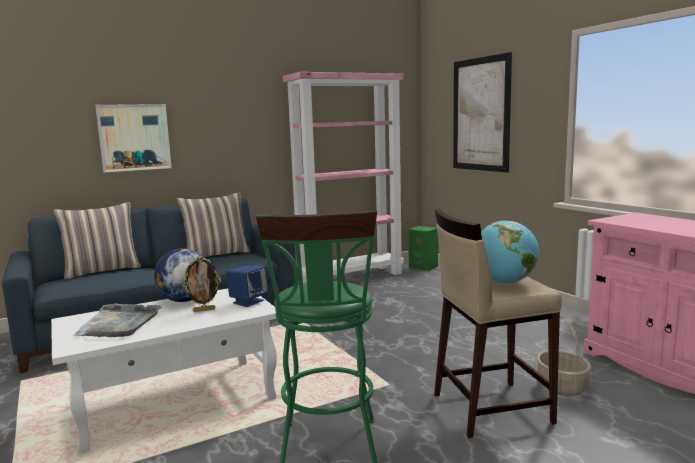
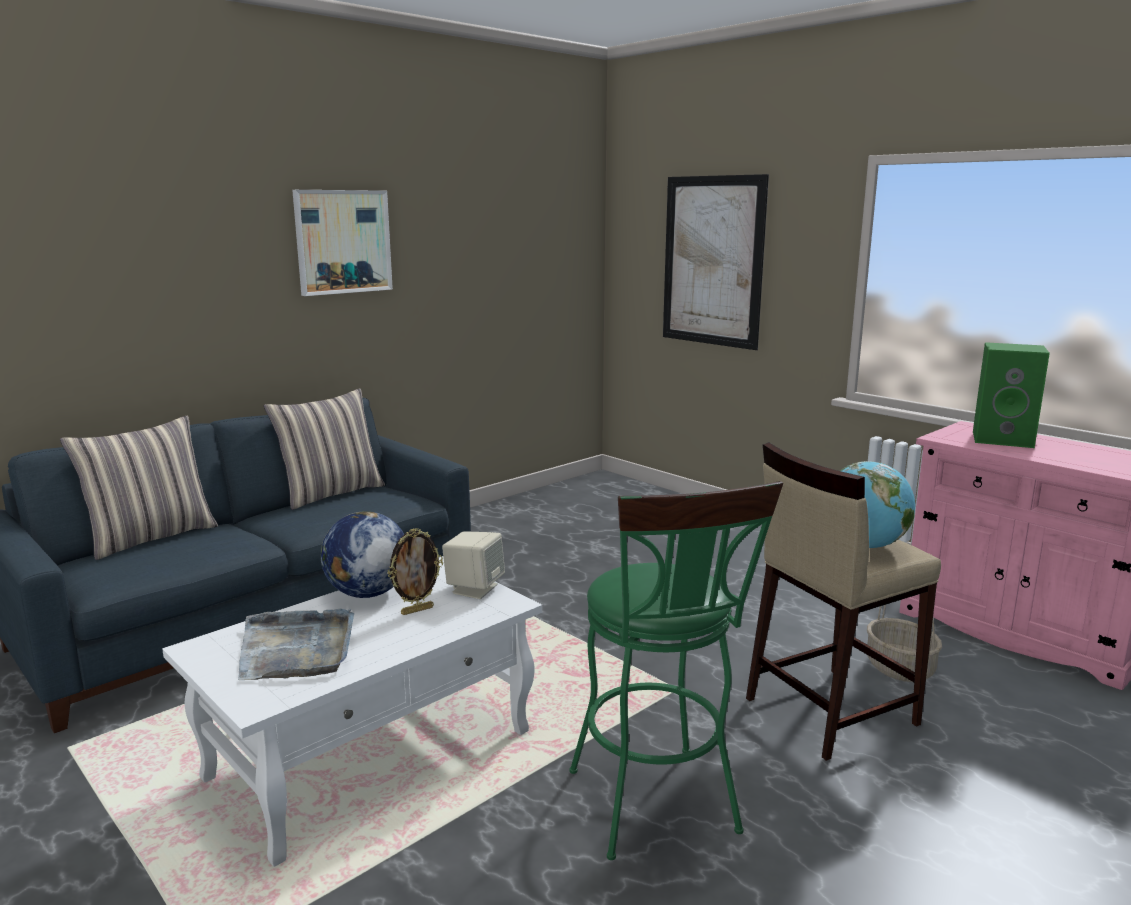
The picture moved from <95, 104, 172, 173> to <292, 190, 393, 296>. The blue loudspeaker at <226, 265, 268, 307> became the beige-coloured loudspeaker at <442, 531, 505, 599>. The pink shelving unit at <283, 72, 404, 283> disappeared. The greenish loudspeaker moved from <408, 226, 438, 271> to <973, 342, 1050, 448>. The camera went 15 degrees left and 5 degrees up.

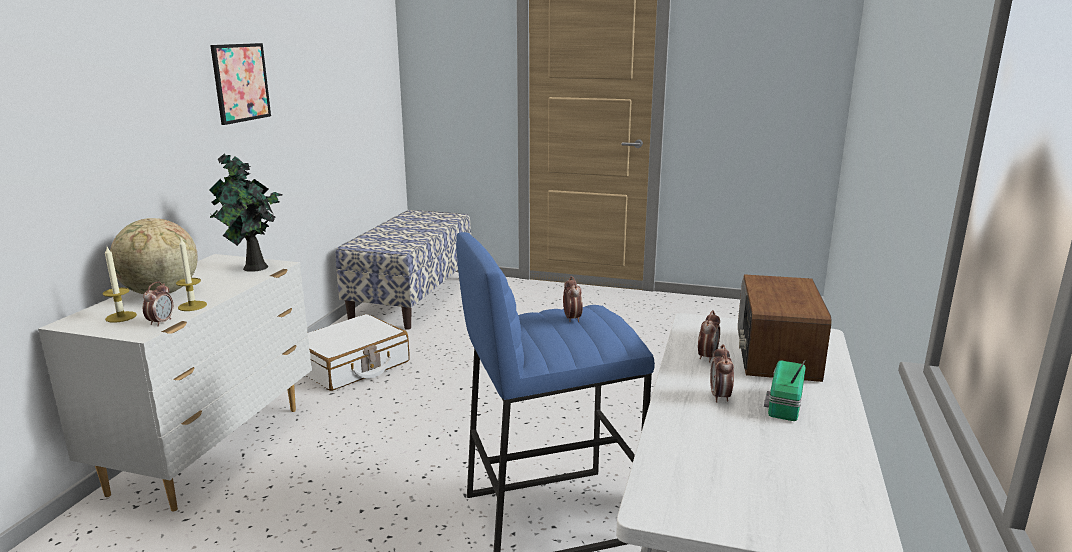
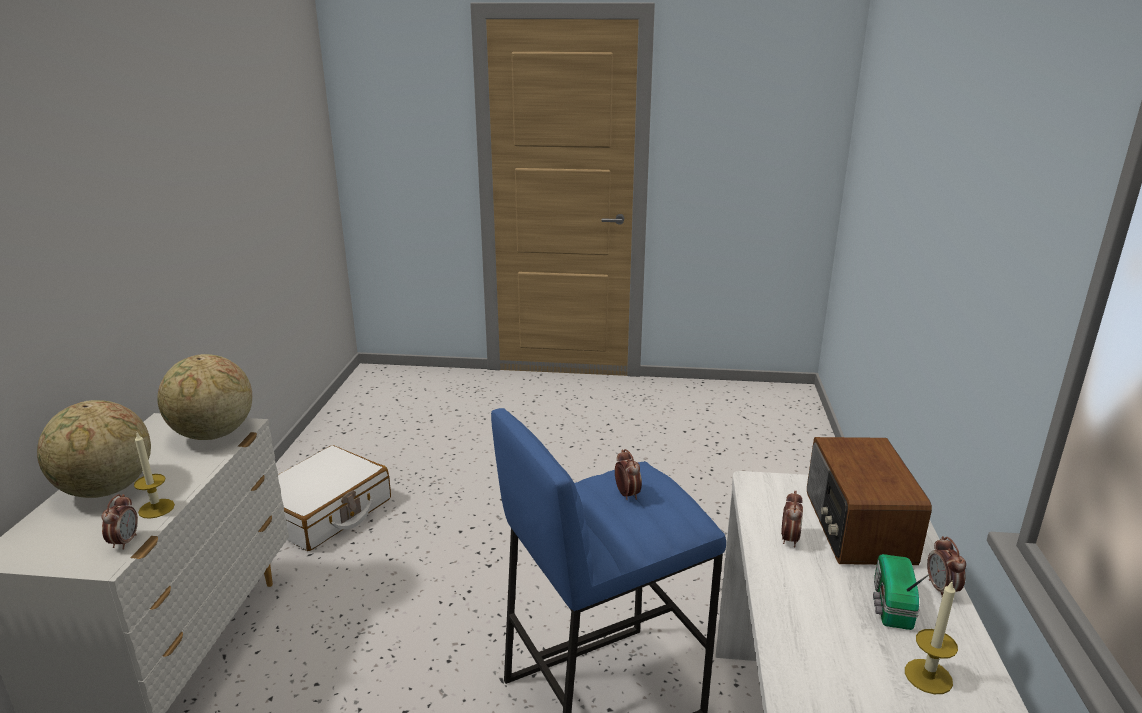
The wax light moved from <102, 247, 137, 323> to <905, 582, 958, 694>. The picture at <210, 43, 271, 125> disappeared. The plant in a pot at <210, 153, 283, 272> was replaced by the desk globe at <157, 354, 252, 440>. The bench at <335, 210, 471, 330> disappeared. The bedside clock moved from <710, 344, 734, 403> to <927, 536, 966, 596>. The camera went 10 degrees left and 5 degrees up.

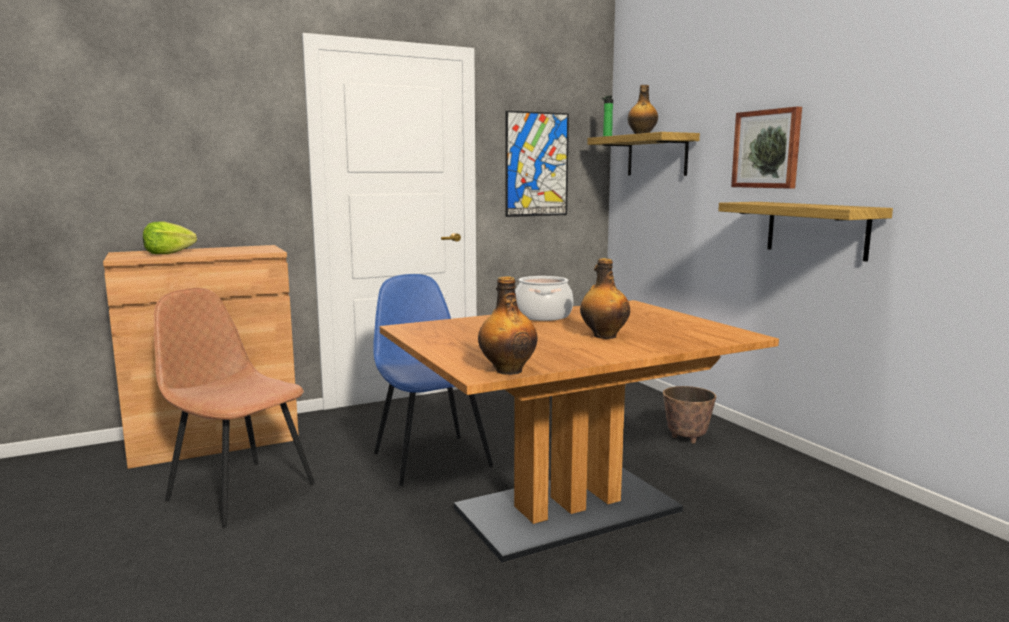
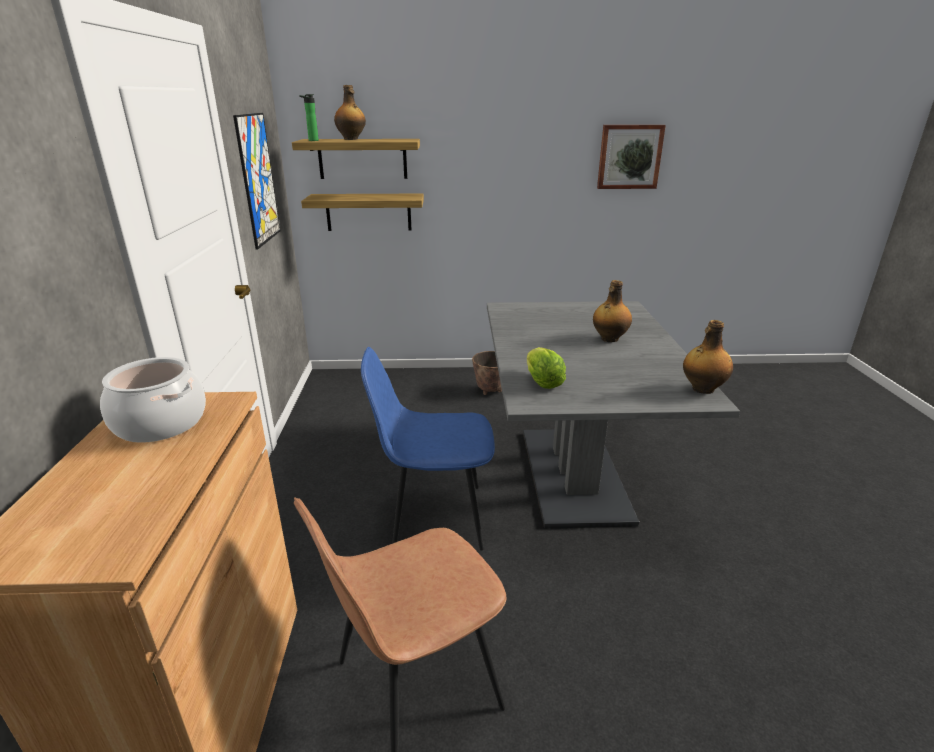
The lettuce moved from <143, 221, 197, 254> to <527, 347, 566, 389>. The brownish dining table at <380, 300, 779, 563> became the greyish dining table at <487, 301, 740, 528>. The stockpot moved from <515, 276, 573, 321> to <100, 357, 206, 443>. The wall shelf moved from <718, 202, 893, 262> to <301, 194, 424, 231>. The picture moved from <731, 107, 802, 188> to <597, 125, 666, 189>. The camera went 65 degrees left and 15 degrees up.

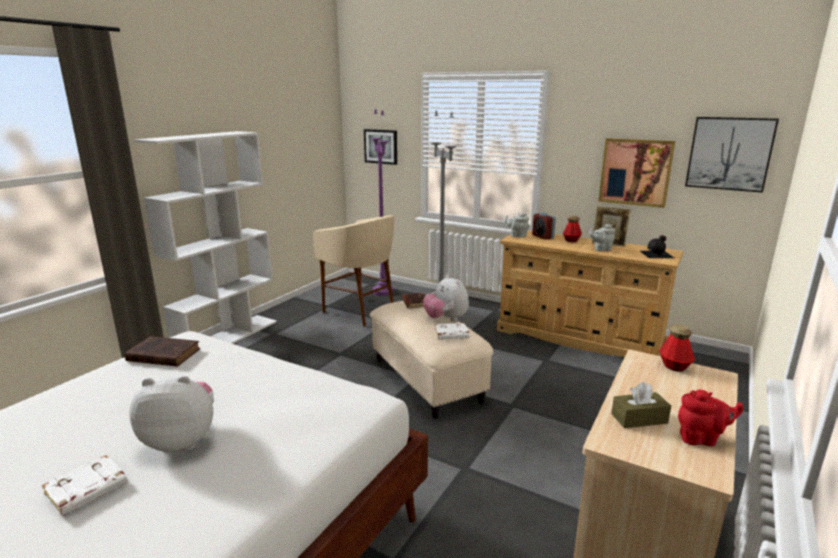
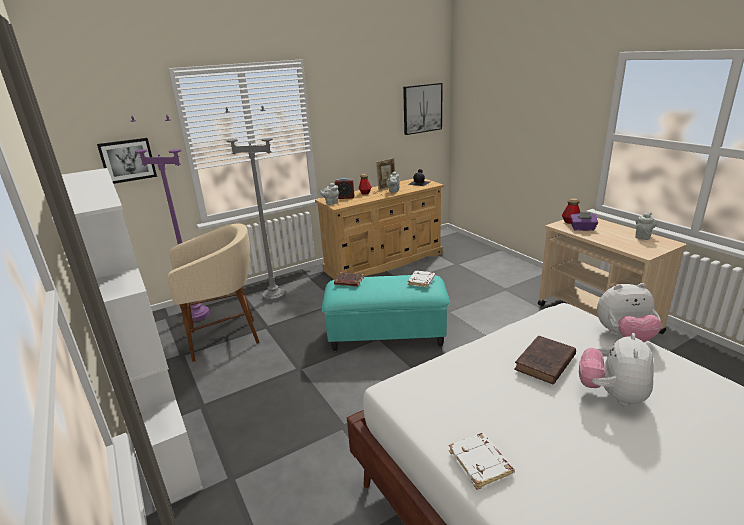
The whitish volume moved from <42, 455, 128, 516> to <449, 433, 515, 490>. The brownish volume moved from <125, 336, 200, 367> to <514, 336, 576, 384>. The beige-coloured ottoman at <370, 301, 493, 419> became the blue-green ottoman at <322, 275, 450, 351>. The plush toy moved from <423, 275, 469, 321> to <597, 283, 662, 342>. The picture at <598, 138, 675, 208> disappeared. The brownish tissue box at <611, 382, 671, 428> disappeared. The red-coloured pot for tea at <678, 390, 743, 446> became the greyish pot for tea at <635, 212, 657, 240>. The purple tissue box at <570, 212, 598, 231> appeared. The camera went 60 degrees left and 5 degrees up.

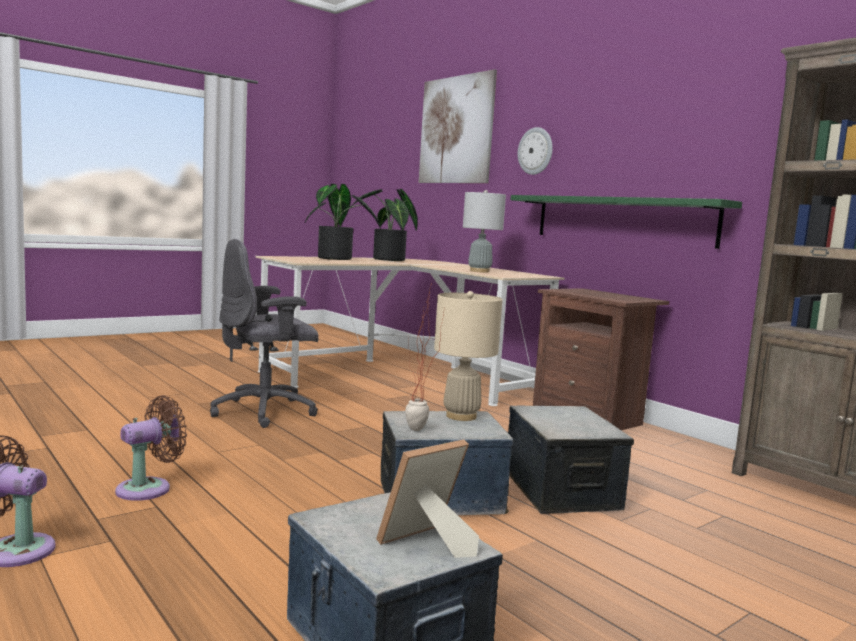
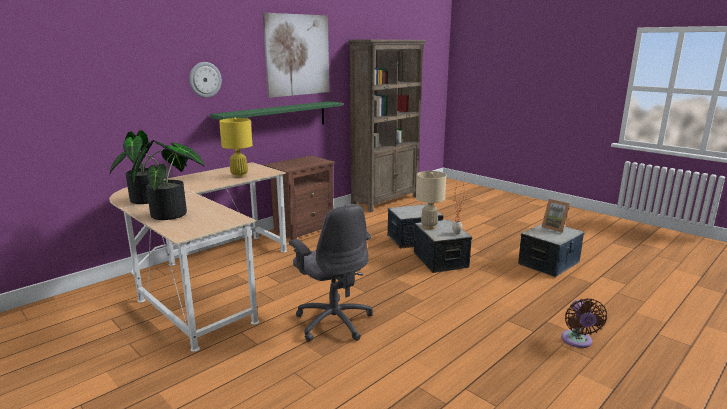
The brownish electric fan at <115, 395, 187, 501> disappeared. The picture moved from <419, 69, 497, 183> to <263, 13, 329, 98>. The greyish table lamp at <463, 190, 506, 272> became the yellowish table lamp at <219, 118, 252, 178>. The camera went 95 degrees left and 10 degrees up.

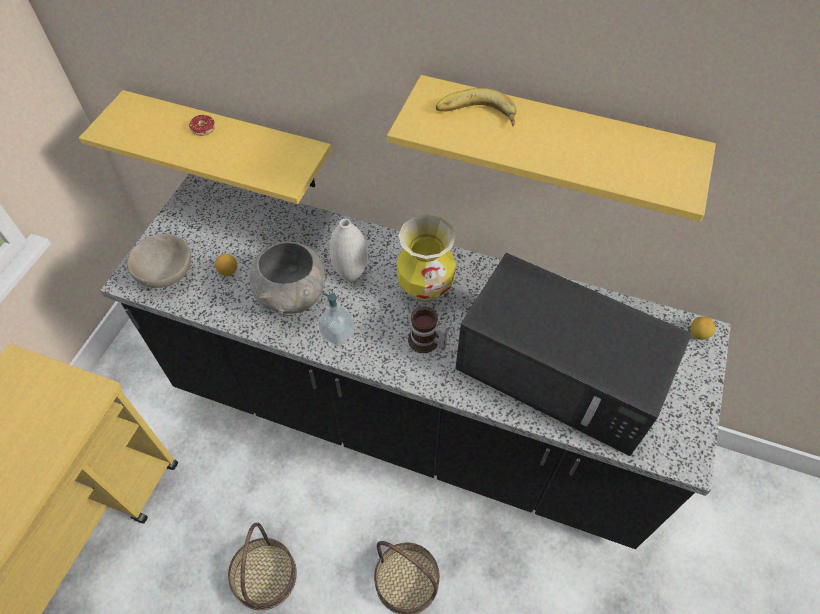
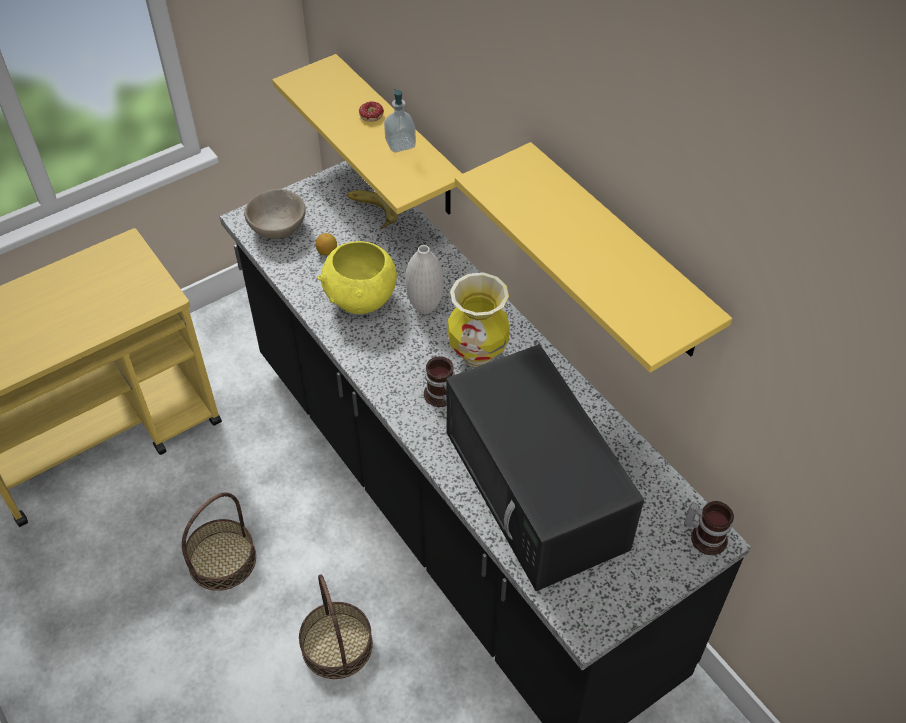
The greyish deep dish at <250, 241, 325, 314> became the yellowish deep dish at <318, 241, 397, 314>. The soap bottle moved from <318, 293, 354, 346> to <384, 89, 416, 152>. The whole banana moved from <436, 88, 517, 127> to <347, 190, 398, 229>. The whole lemon at <690, 317, 715, 340> was replaced by the mug at <684, 501, 734, 555>. The camera went 35 degrees right and 5 degrees down.

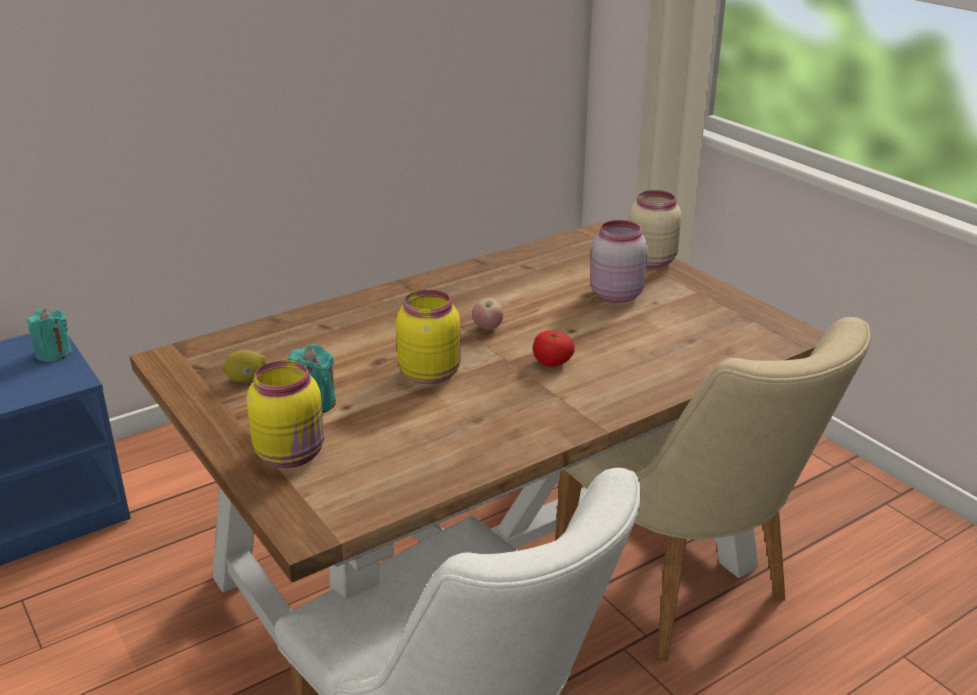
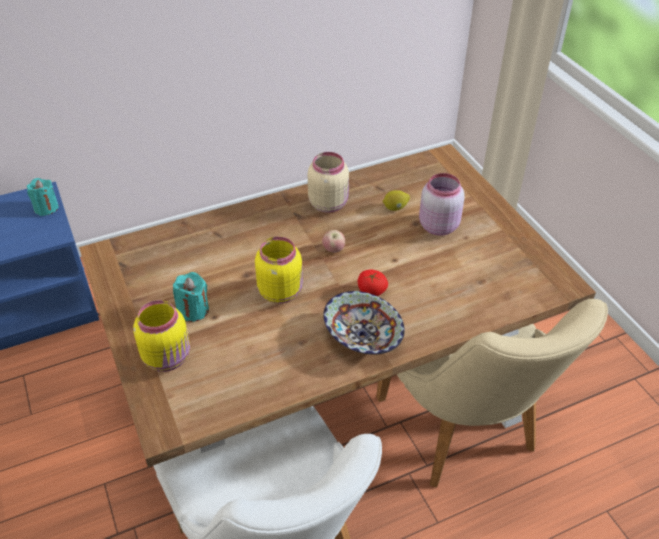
The whole lemon moved from <222, 350, 266, 382> to <383, 190, 410, 211>. The beige-coloured jar moved from <629, 190, 681, 268> to <308, 152, 349, 213>. The deep dish at <323, 291, 405, 355> appeared. The camera went 10 degrees right and 15 degrees up.

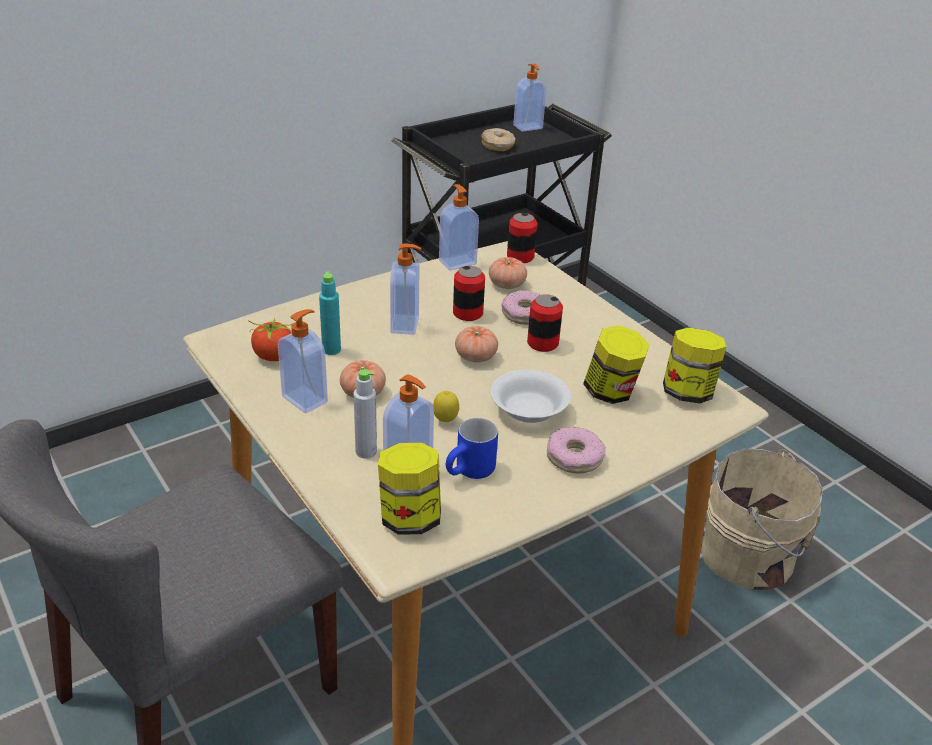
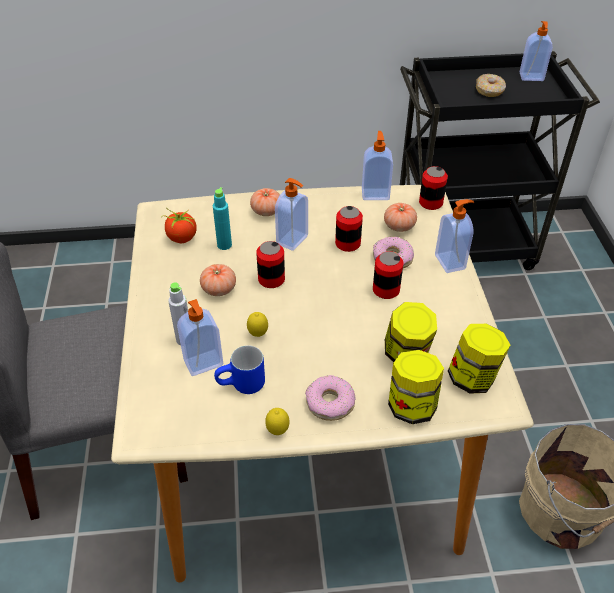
The soap bottle moved from <278, 309, 328, 413> to <435, 199, 474, 273>. The jar moved from <378, 443, 441, 534> to <388, 350, 444, 424>. The whole tomato moved from <455, 326, 498, 363> to <250, 188, 280, 216>. The whitish deep dish at <491, 370, 571, 423> disappeared. The metal can at <256, 241, 285, 288> appeared. The whole lemon at <265, 408, 290, 435> appeared. The camera went 30 degrees right and 10 degrees up.

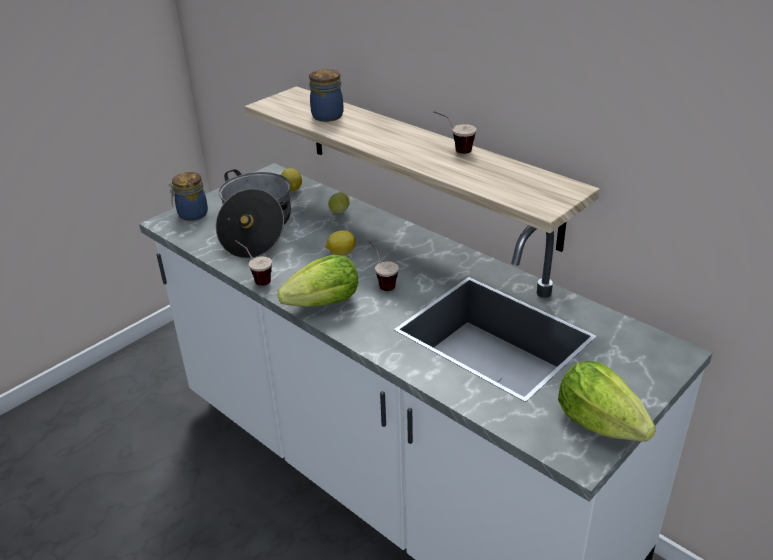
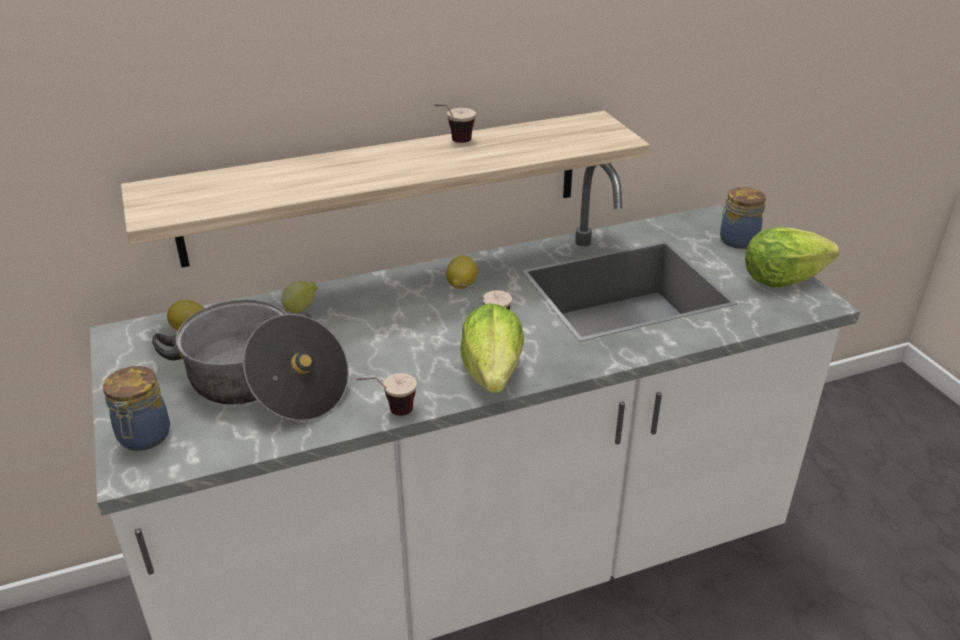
The jar moved from <309, 69, 344, 122> to <720, 187, 766, 249>. The whole lemon moved from <325, 230, 356, 256> to <446, 255, 478, 289>. The camera went 65 degrees left and 0 degrees up.

